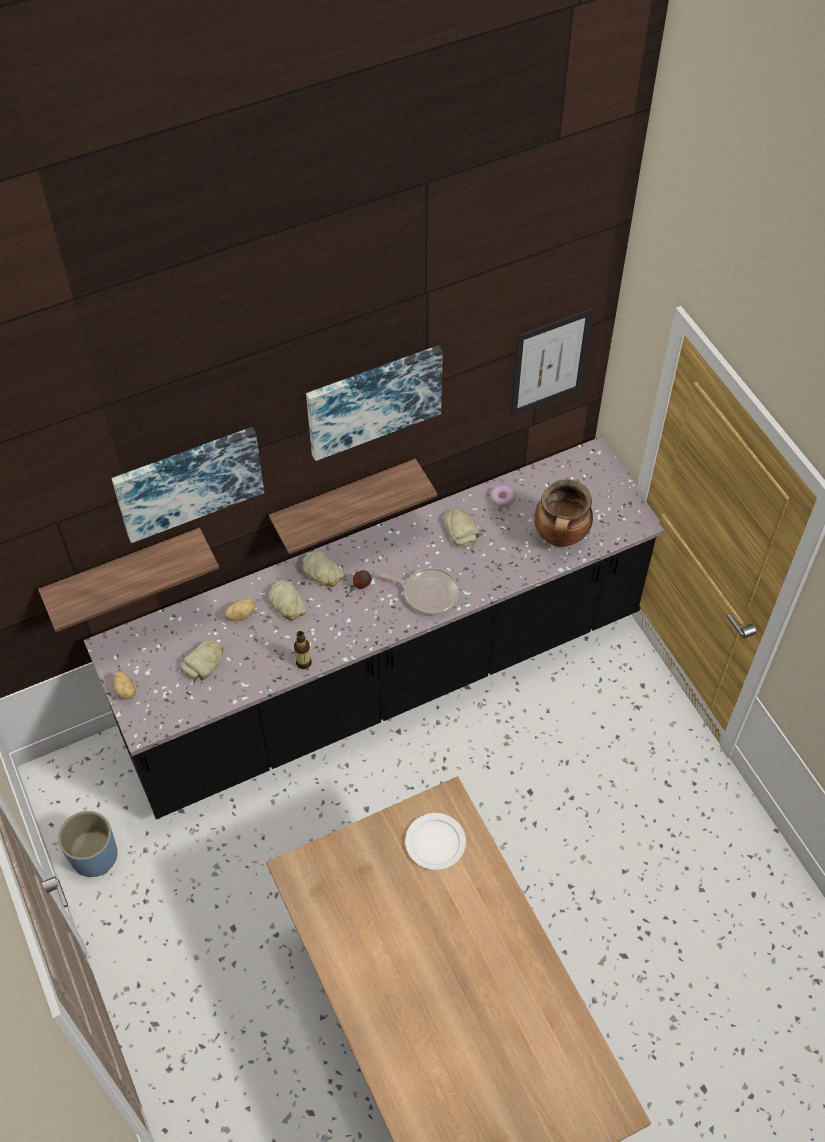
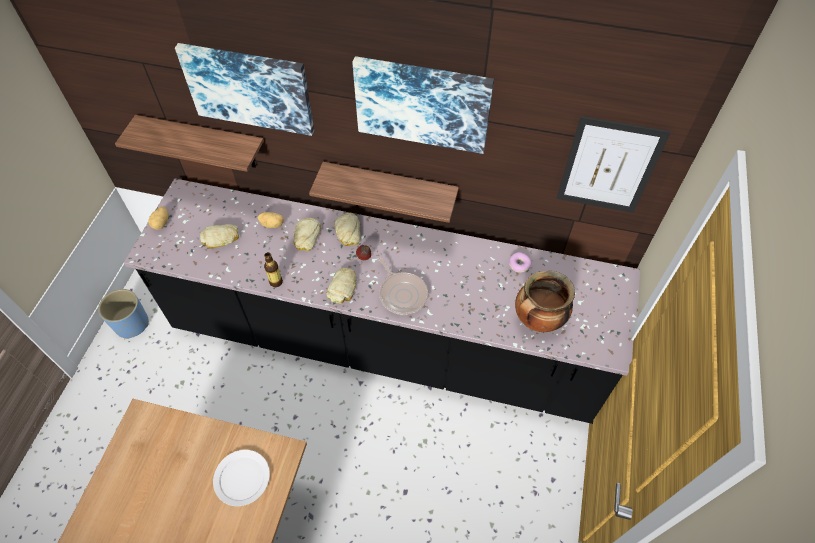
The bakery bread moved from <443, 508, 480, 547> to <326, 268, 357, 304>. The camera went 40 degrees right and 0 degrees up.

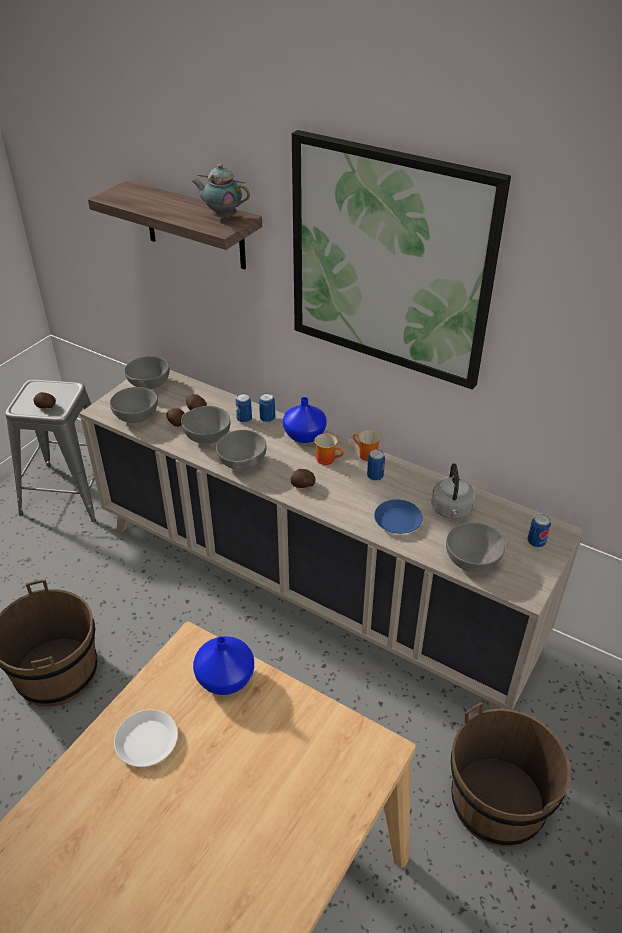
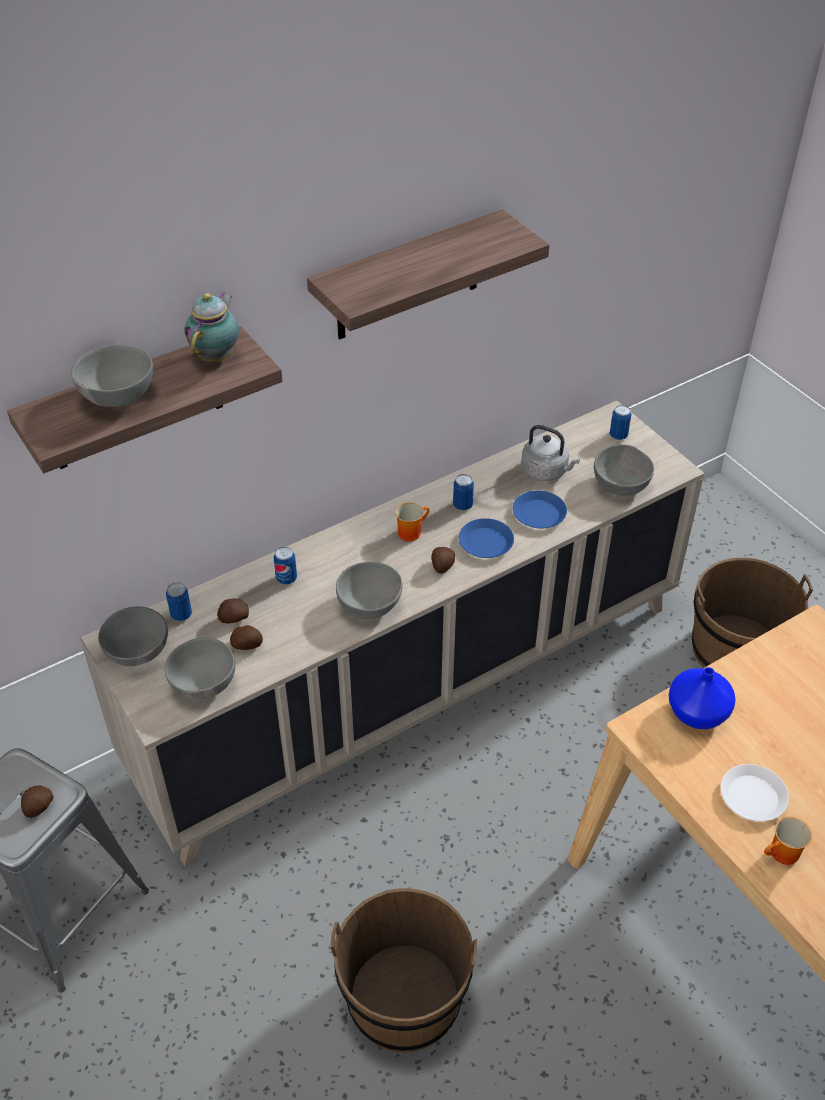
The greyish deep dish moved from <181, 406, 230, 444> to <71, 345, 153, 407>. The pot for tea at <192, 164, 250, 219> turned 150 degrees clockwise. The metal can moved from <259, 393, 275, 422> to <166, 582, 192, 621>. The blue decorative vase at <283, 397, 327, 443> disappeared. The picture at <292, 130, 511, 390> was replaced by the wall shelf at <307, 209, 550, 339>. The mug moved from <353, 430, 381, 461> to <764, 817, 812, 865>. The blue flat dish at <459, 518, 514, 558> appeared. The camera went 65 degrees left and 5 degrees up.

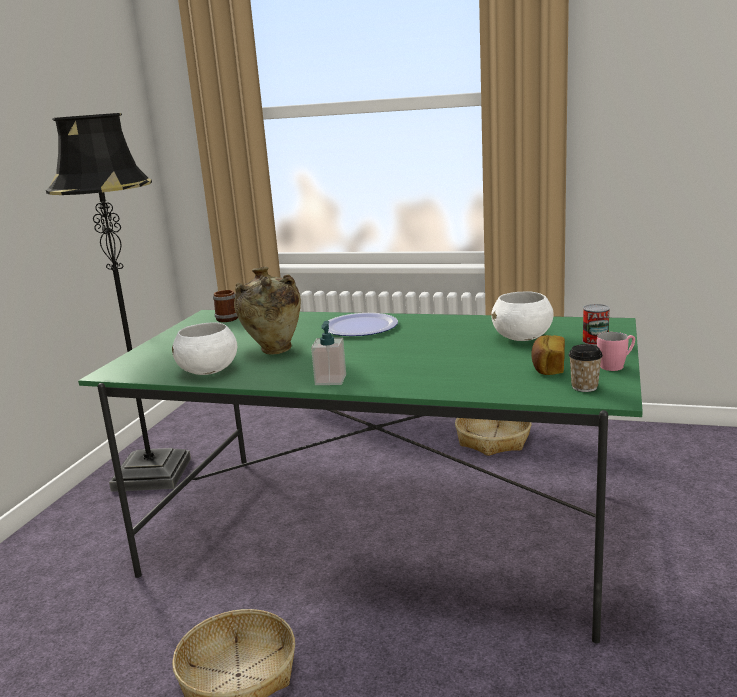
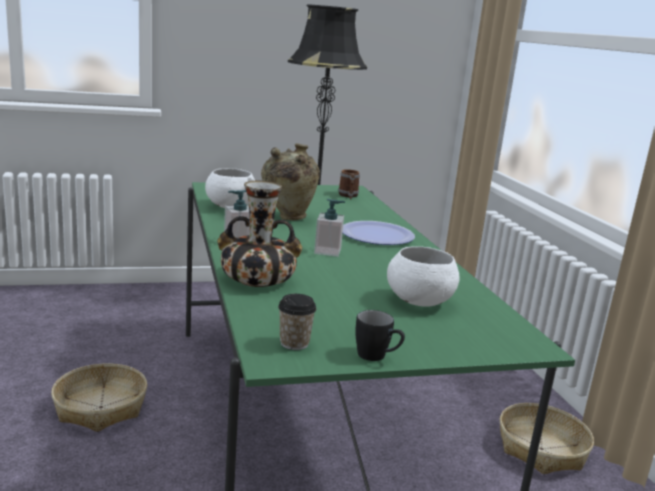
The bakery bread at <531, 335, 565, 375> disappeared. The metal can at <582, 304, 610, 346> disappeared. The pink mug at <597, 332, 635, 371> became the blackish mug at <355, 310, 405, 361>. The decorative vase at <217, 180, 303, 287> appeared. The soap bottle at <314, 199, 345, 257> appeared. The camera went 55 degrees right and 0 degrees up.

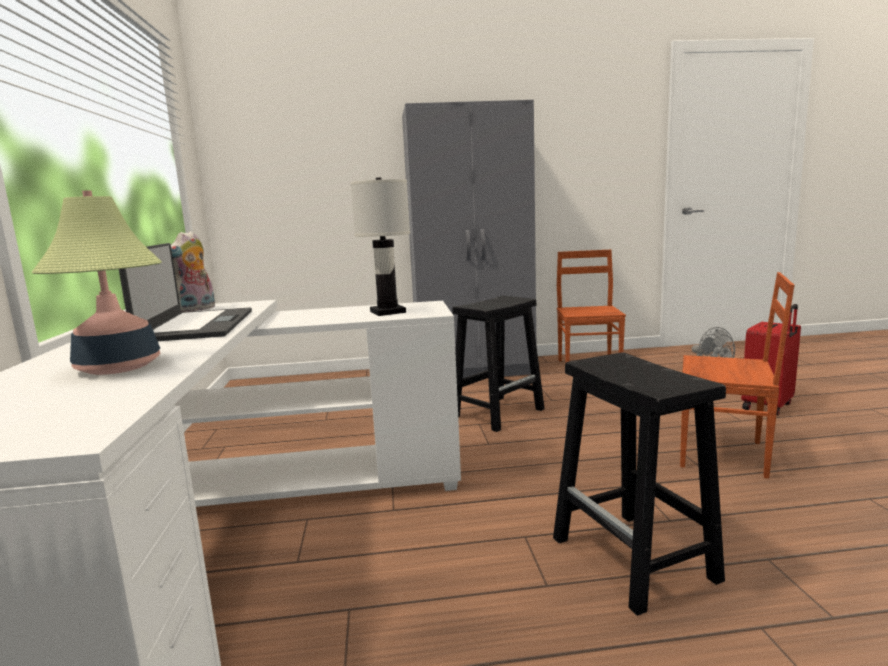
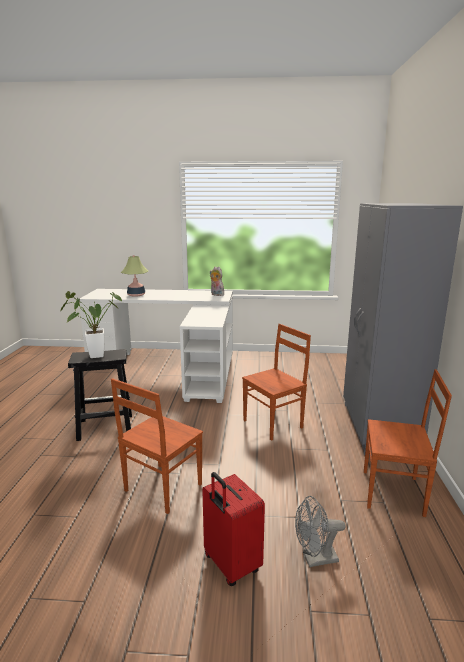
The portable computer at <119, 243, 252, 341> disappeared. The whitish table lamp at <350, 178, 410, 316> disappeared. The blackish stool seat at <452, 296, 545, 432> was replaced by the brownish chair at <242, 324, 311, 441>. The plant in a pot at <60, 291, 122, 358> appeared. The camera went 100 degrees right and 5 degrees up.

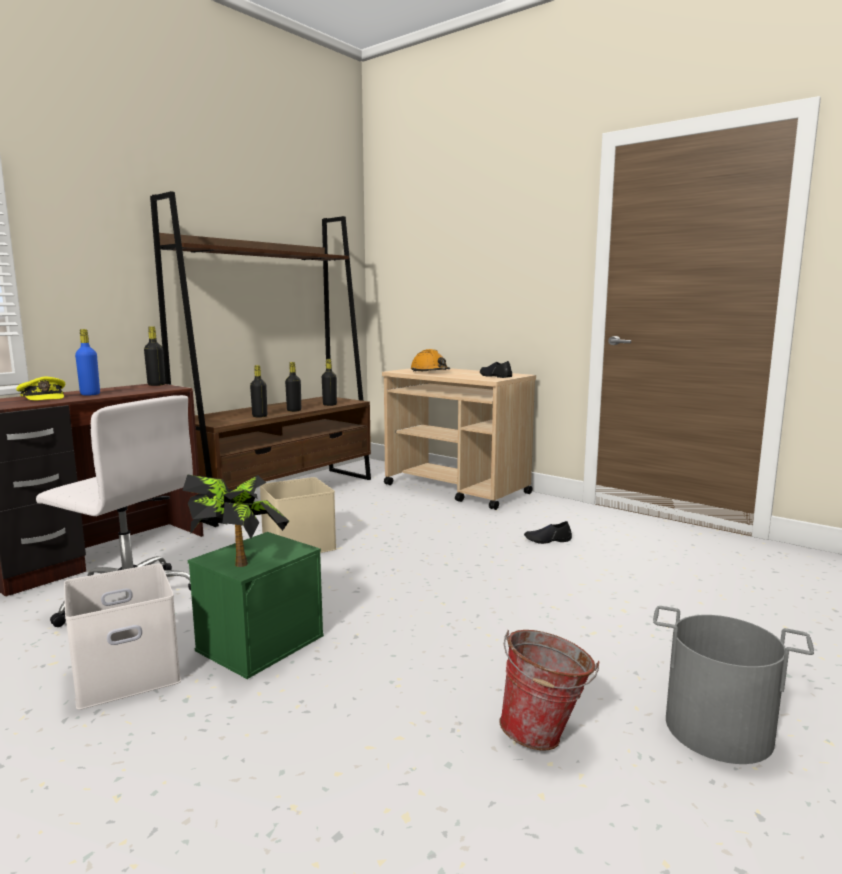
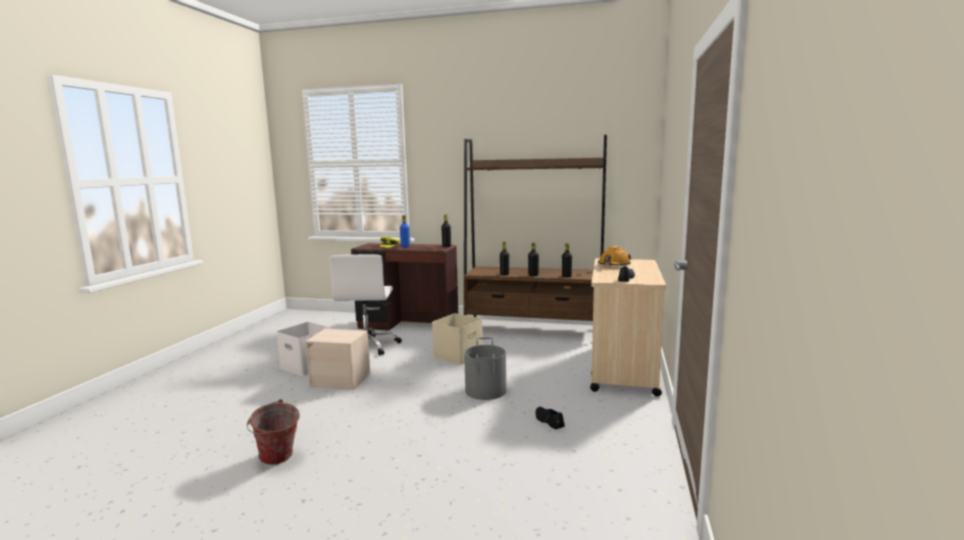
The plant in a pot at <182, 475, 289, 567> disappeared. The greenish storage box at <188, 532, 324, 679> became the beige-coloured storage box at <305, 329, 371, 390>. The greyish water bucket moved from <653, 606, 814, 764> to <464, 337, 506, 400>. The camera went 65 degrees right and 0 degrees up.

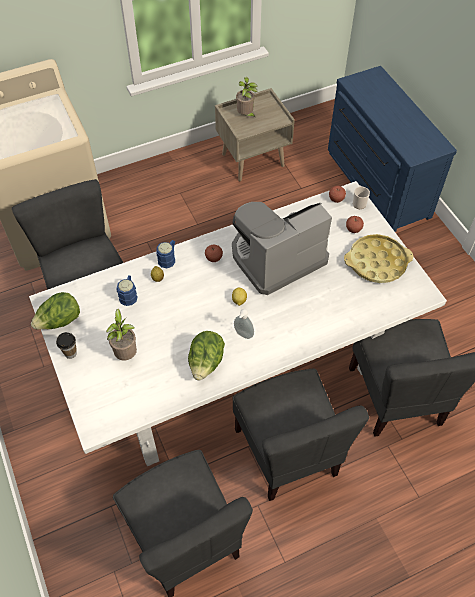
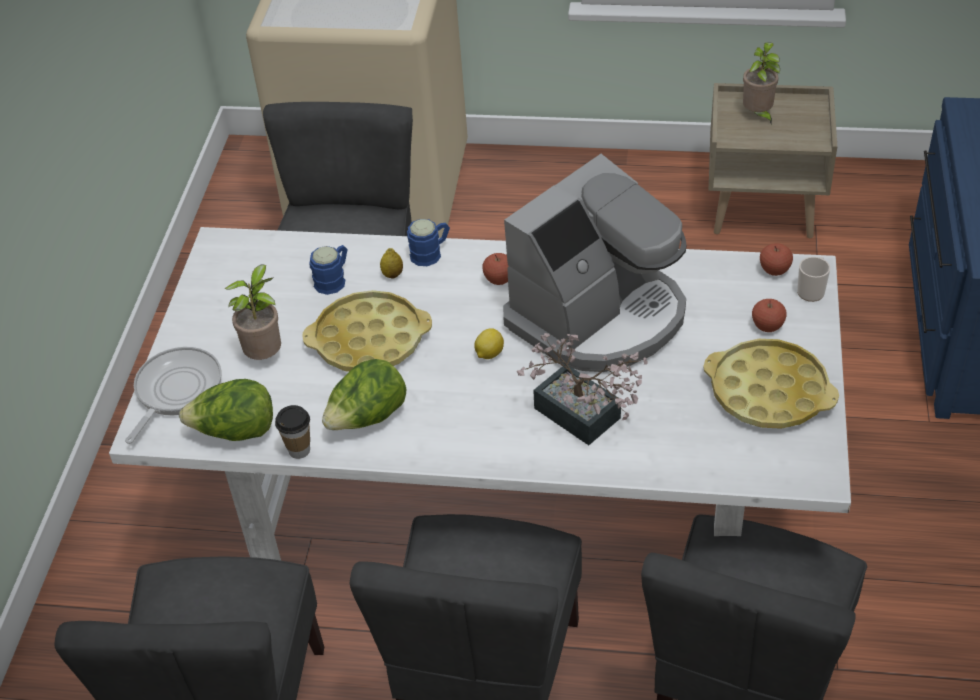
The lettuce moved from <31, 292, 80, 329> to <179, 379, 273, 441>. The cup moved from <56, 332, 77, 359> to <275, 405, 310, 459>. The coffee machine at <232, 202, 332, 295> turned 135 degrees clockwise. The soap bottle at <234, 309, 254, 339> disappeared. The frying pan at <125, 347, 222, 444> appeared. The yellowish tray at <303, 290, 432, 372> appeared. The plant in a pot at <517, 333, 648, 445> appeared. The camera went 35 degrees right and 10 degrees down.

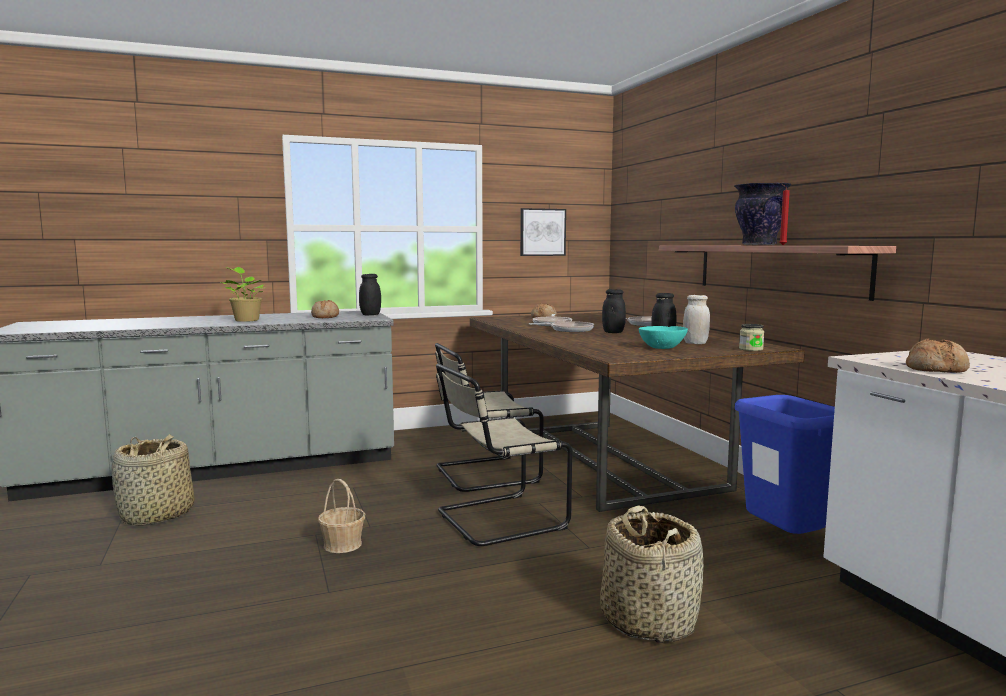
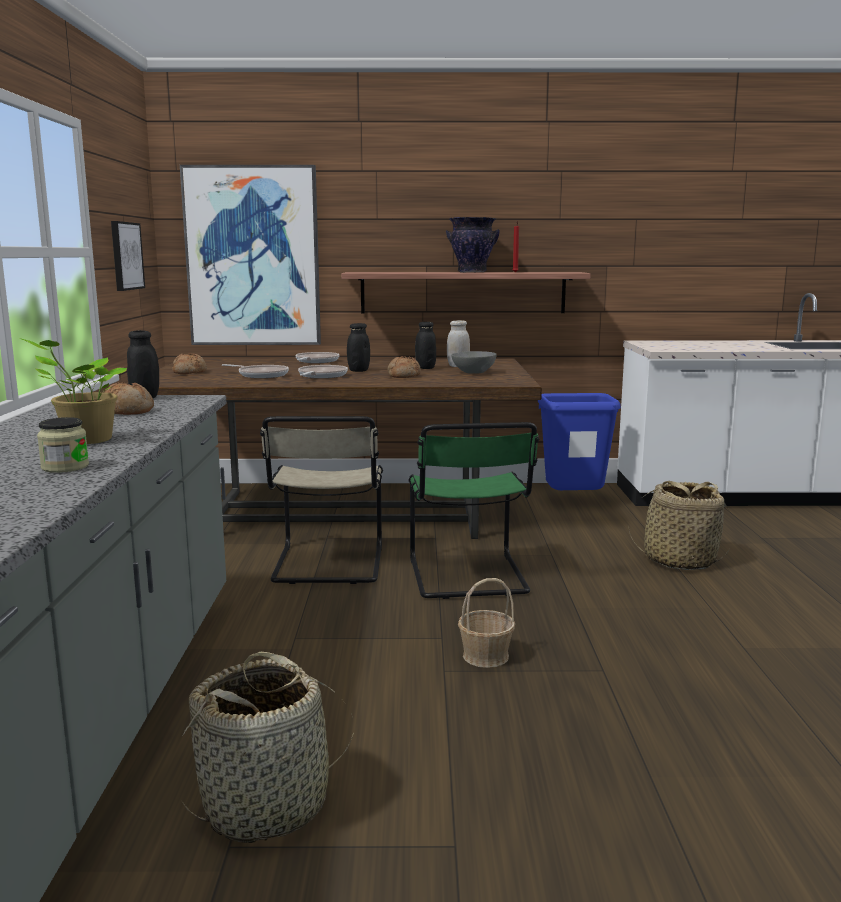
The beige-coloured chair at <436, 363, 572, 546> became the greenish chair at <408, 422, 539, 599>. The blue-green deep dish at <639, 326, 688, 349> became the greyish deep dish at <451, 351, 496, 374>. The jar moved from <739, 324, 764, 351> to <37, 417, 89, 473>. The bakery bread moved from <906, 339, 970, 373> to <388, 356, 421, 378>. The picture at <180, 165, 321, 345> appeared. The camera went 70 degrees left and 5 degrees up.

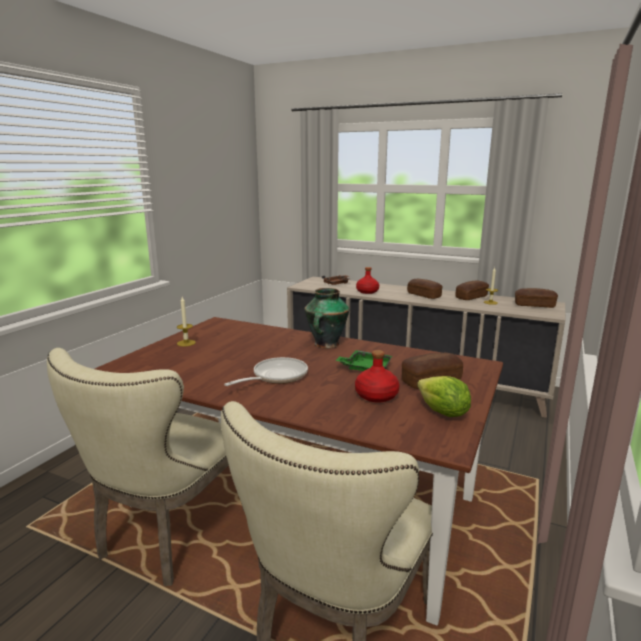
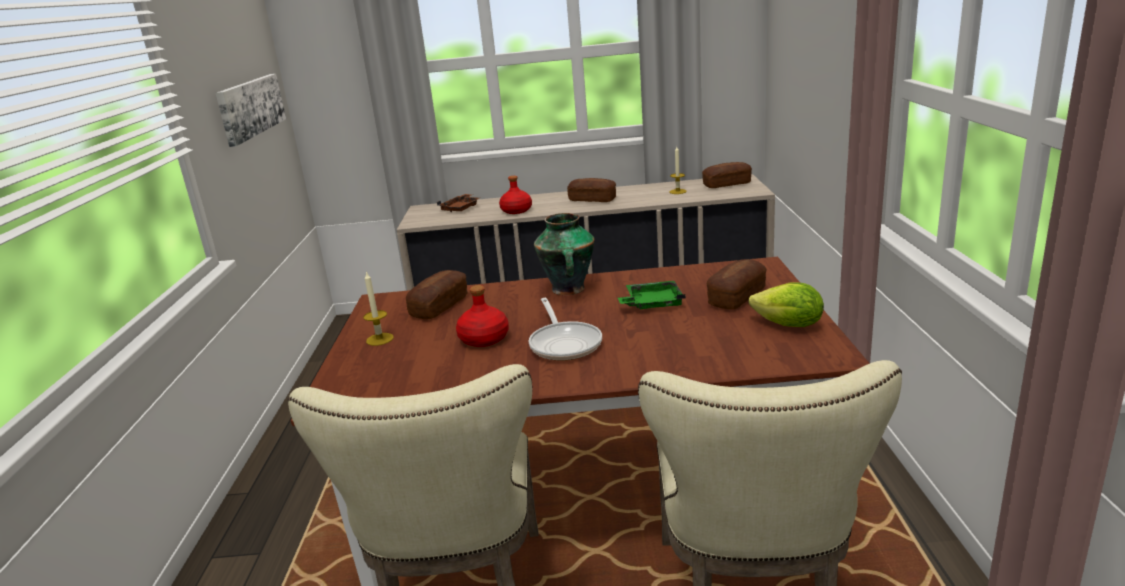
The frying pan at <224, 357, 308, 386> turned 150 degrees clockwise. The red-coloured drink bottle moved from <355, 350, 399, 403> to <456, 285, 509, 347>. The bakery bread moved from <455, 281, 489, 300> to <406, 270, 468, 319>. The picture at <215, 74, 286, 147> appeared. The camera went 25 degrees left and 5 degrees up.

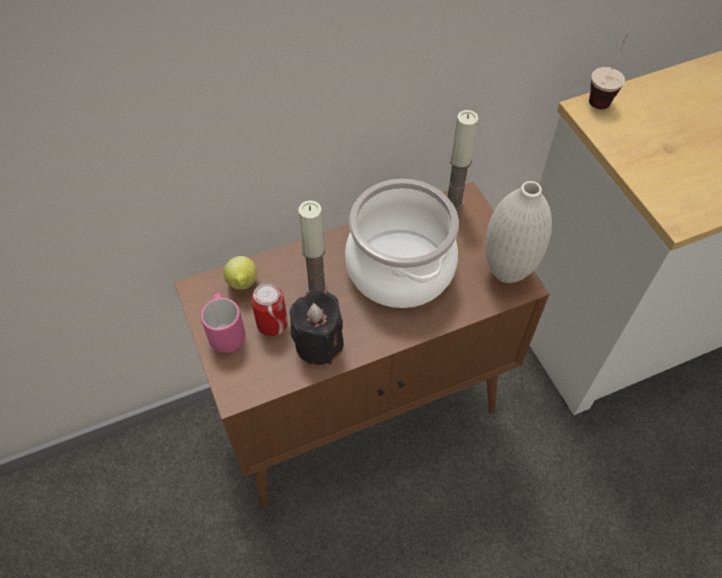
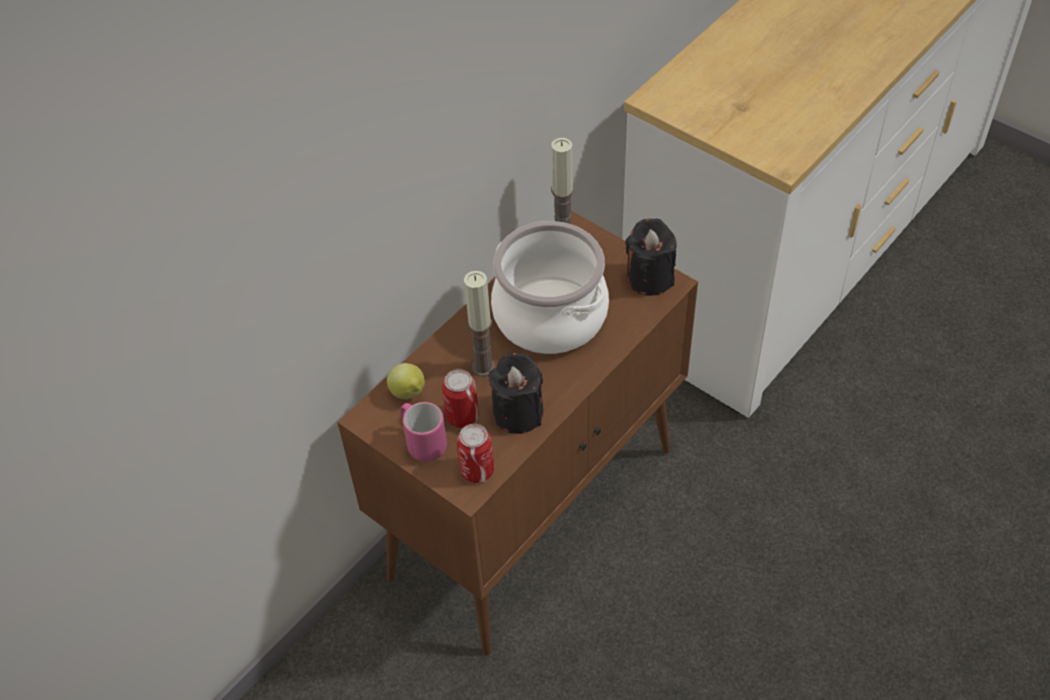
The whitish decorative vase at <485, 181, 552, 283> was replaced by the blackish wax light at <625, 218, 677, 296>. The cup at <589, 34, 628, 109> disappeared. The metal can at <457, 424, 494, 483> appeared. The camera went 25 degrees left and 5 degrees down.

